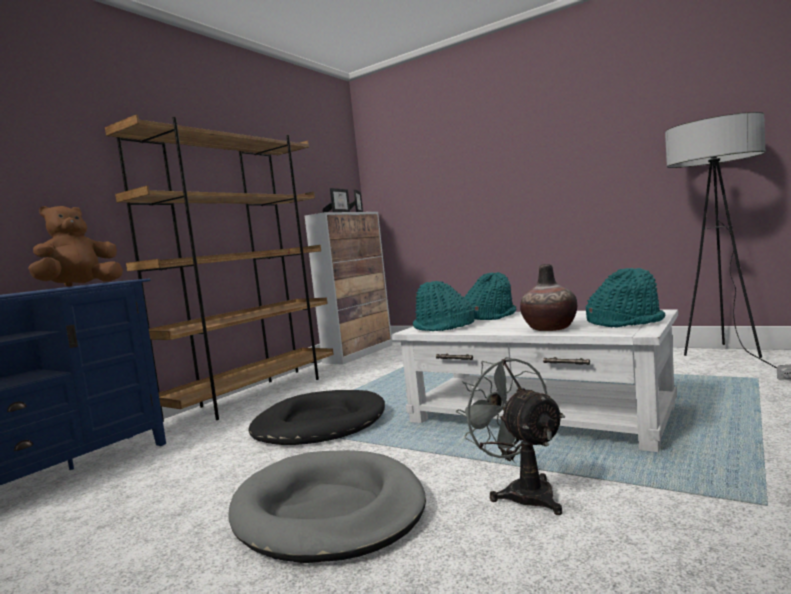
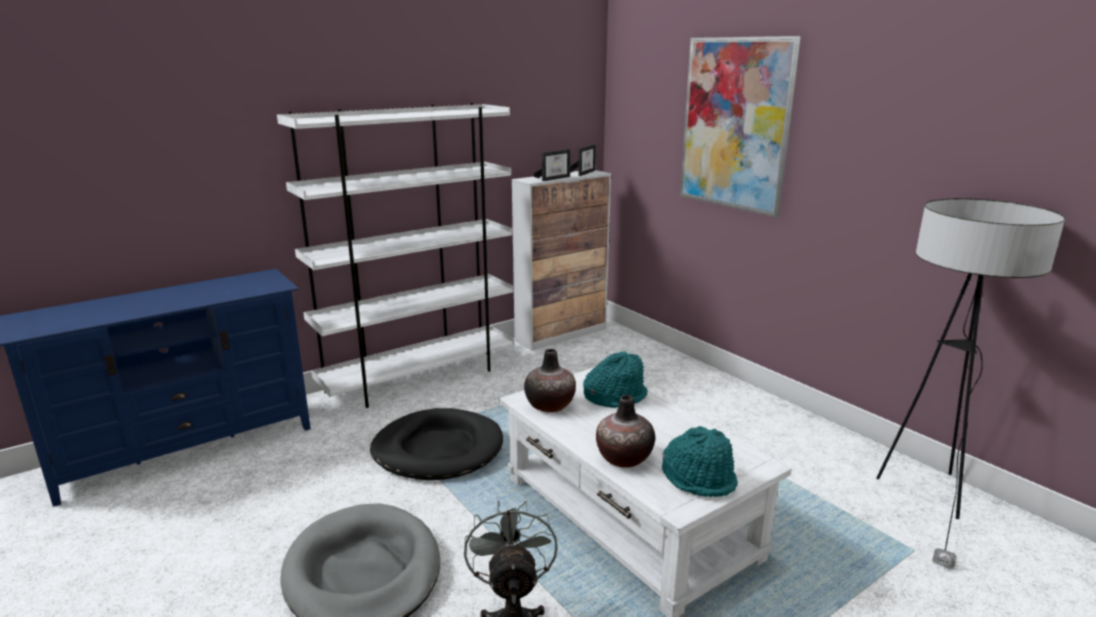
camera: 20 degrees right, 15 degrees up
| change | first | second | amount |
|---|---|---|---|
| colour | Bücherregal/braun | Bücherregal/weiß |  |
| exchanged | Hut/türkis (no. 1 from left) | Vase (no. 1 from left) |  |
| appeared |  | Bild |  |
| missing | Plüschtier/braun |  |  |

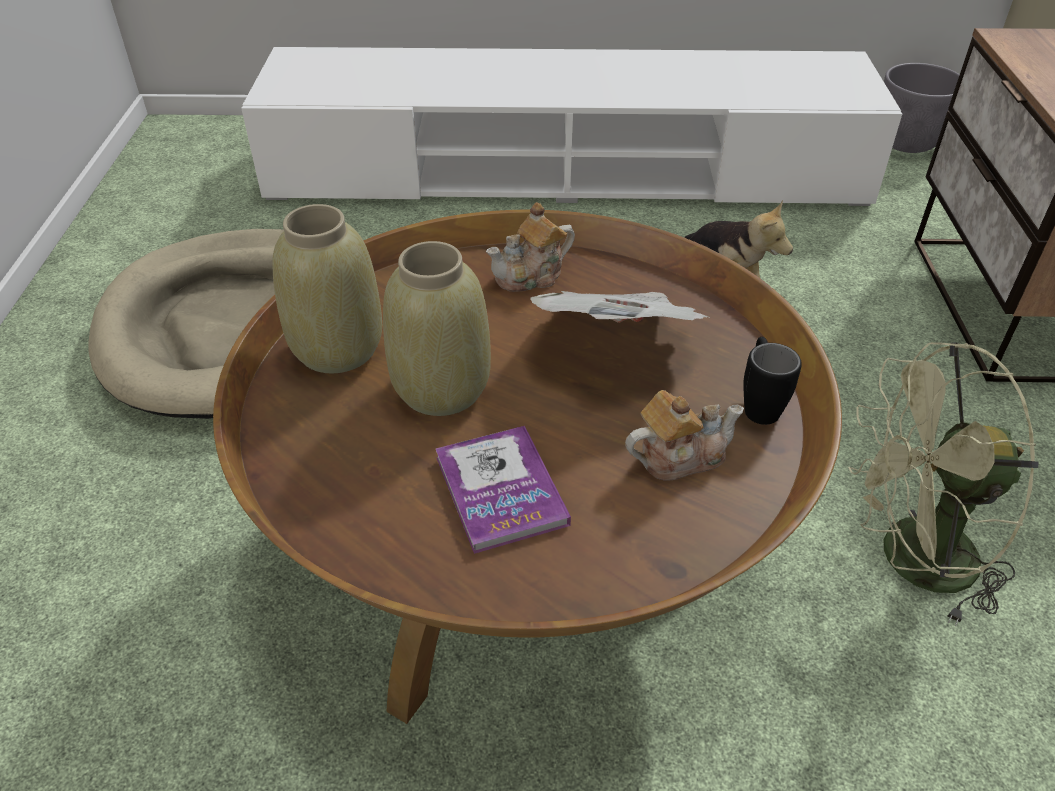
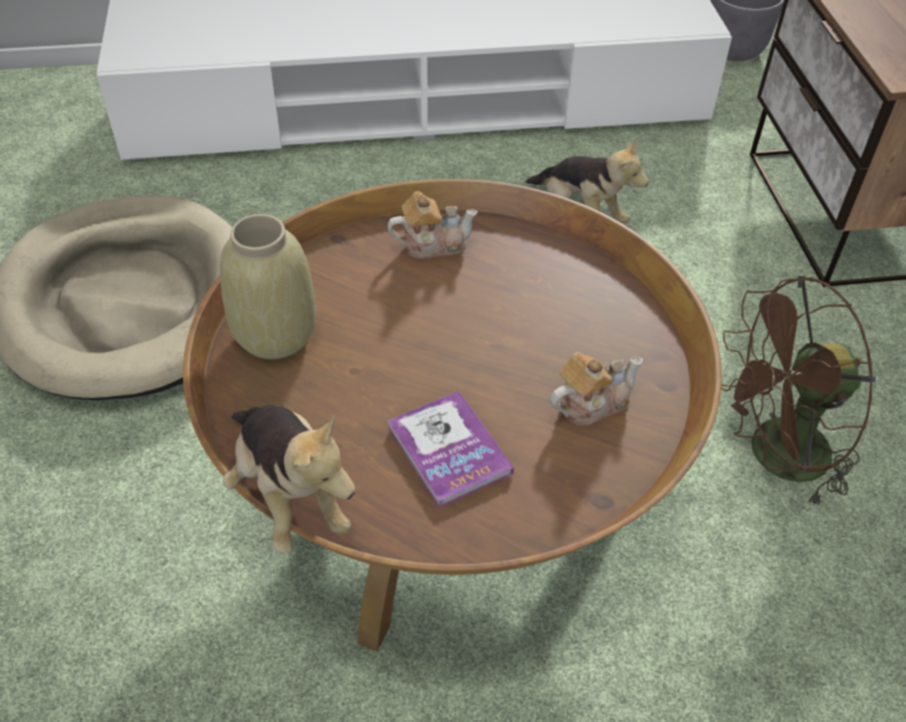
camera: 10 degrees left, 5 degrees up
| change | first | second | amount |
|---|---|---|---|
| appeared |  | Plüschtier (no. 1 from left) |  |
| spun | Teekanne (no. 1 from left) |  | 150 degrees counterclockwise |
| colour | Ventilator/grün | Ventilator/braun |  |
| missing | Vase/beige (no. 2 from left) |  |  |
| missing | Zeitung |  |  |
| missing | Henkelbecher/schwarz |  |  |

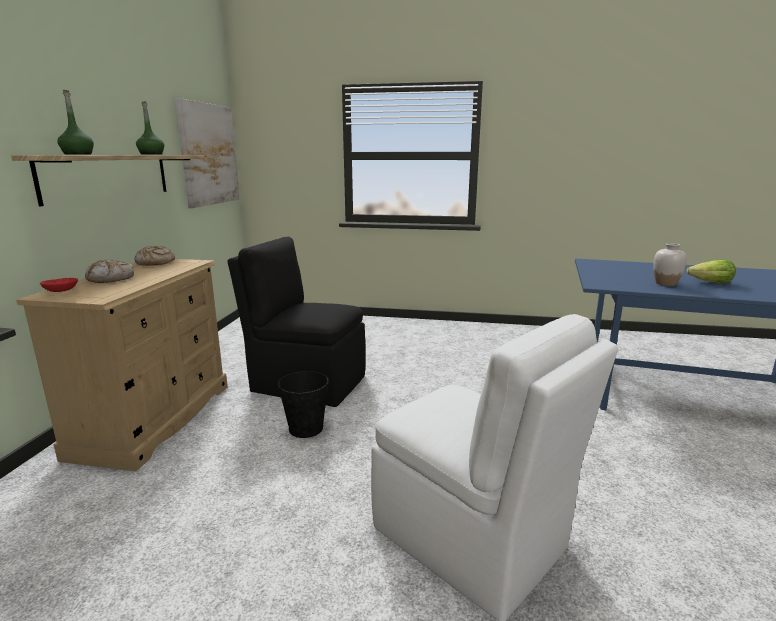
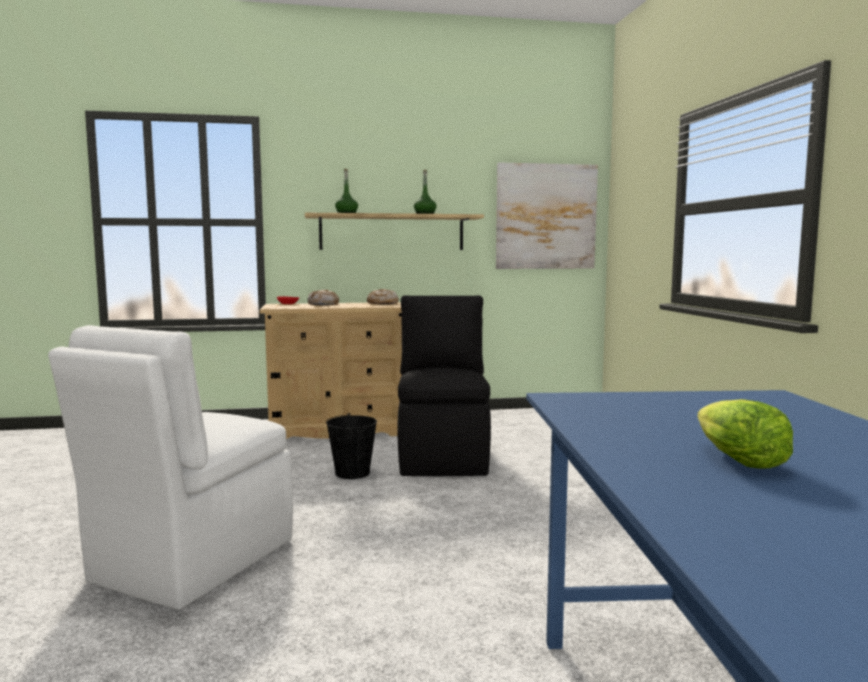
camera: 70 degrees right, 10 degrees down
| change | first | second | amount |
|---|---|---|---|
| missing | Vase/weiß |  |  |

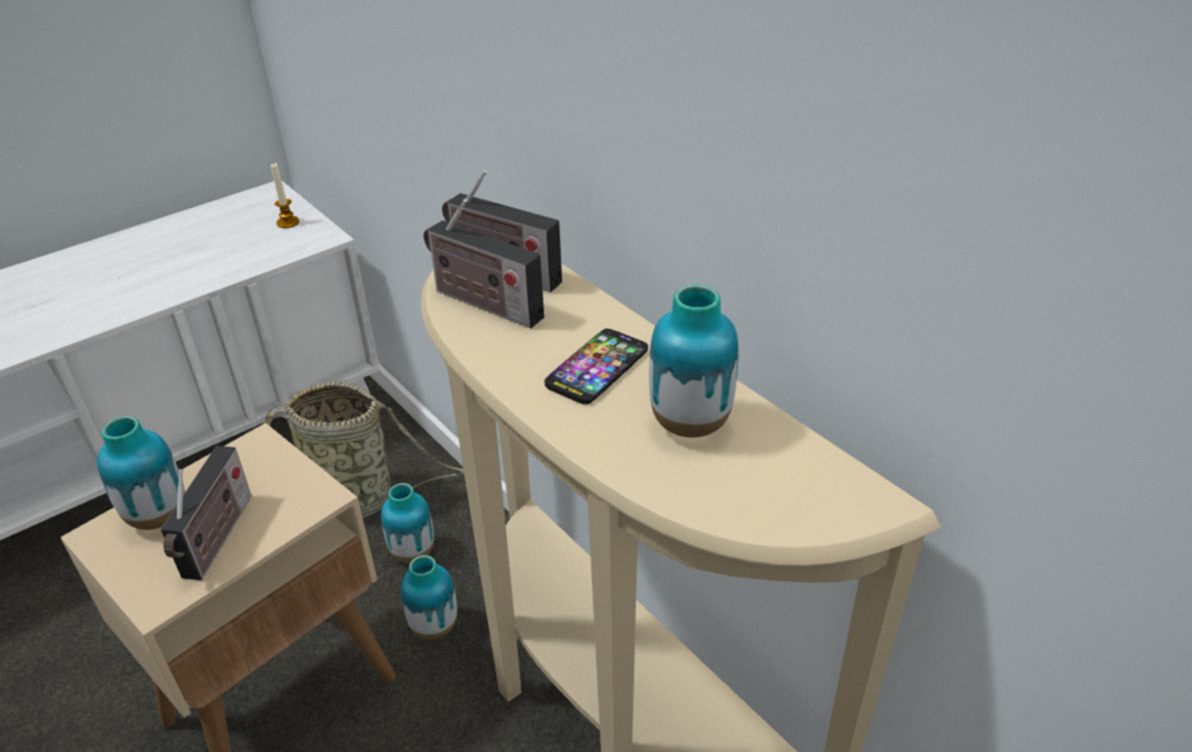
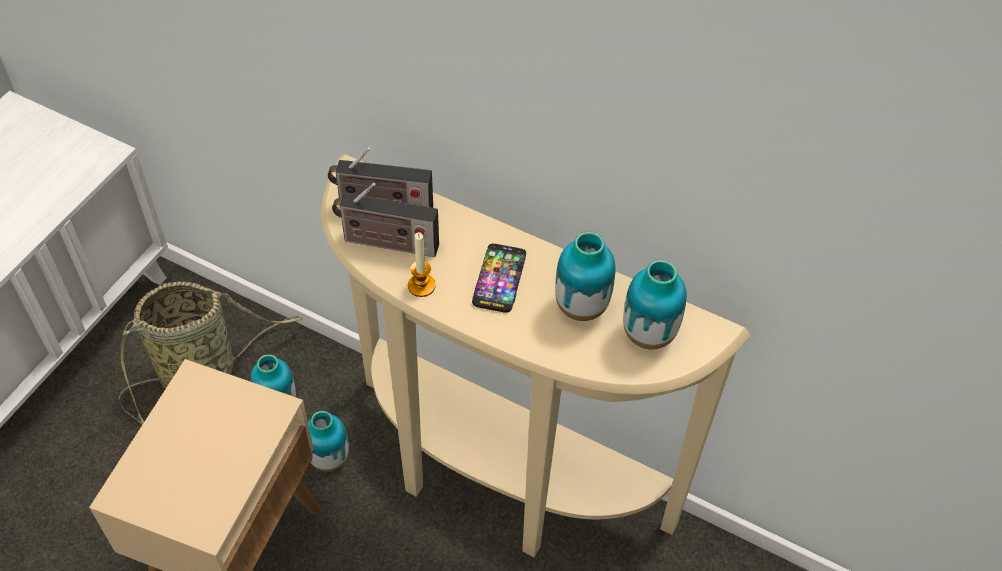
camera: 25 degrees left, 15 degrees up
| change | first | second | amount |
|---|---|---|---|
| relocated | Kerze |  |  |
| relocated | Vase (no. 1 from left in the first image) | Vase (no. 4 from left) |  |
| missing | Radio (no. 1 from left) |  |  |

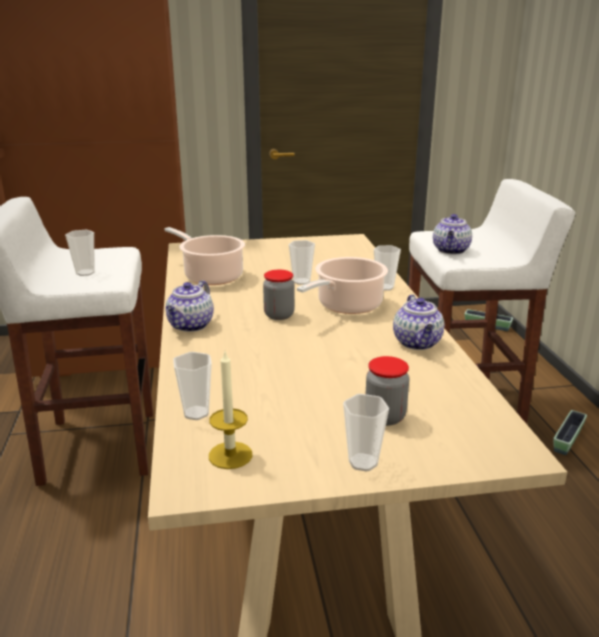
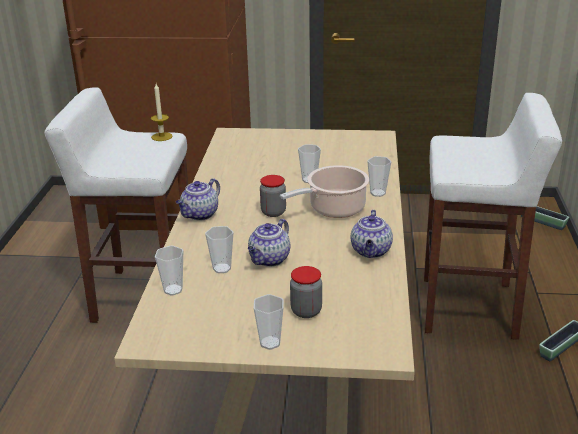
camera: 15 degrees right, 5 degrees up
| change | first | second | amount |
|---|---|---|---|
| relocated | Kerze |  |  |
| relocated | Tasse (no. 1 from left in the first image) | Tasse (no. 2 from left) |  |
| relocated | Teekanne (no. 3 from left in the first image) | Teekanne (no. 2 from left) |  |
| missing | Kochtopf (no. 1 from left) |  |  |

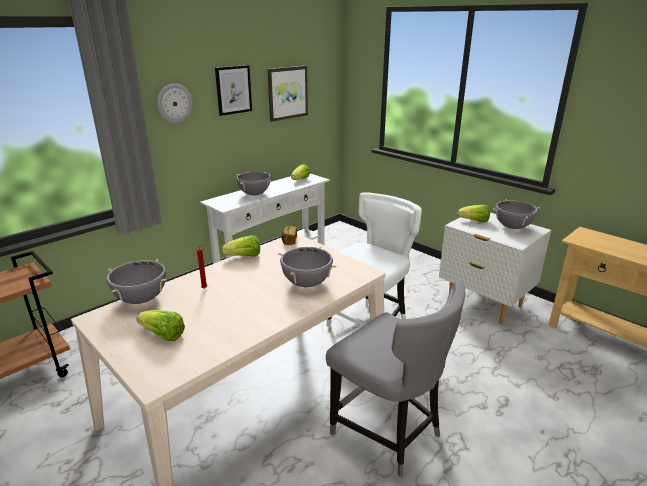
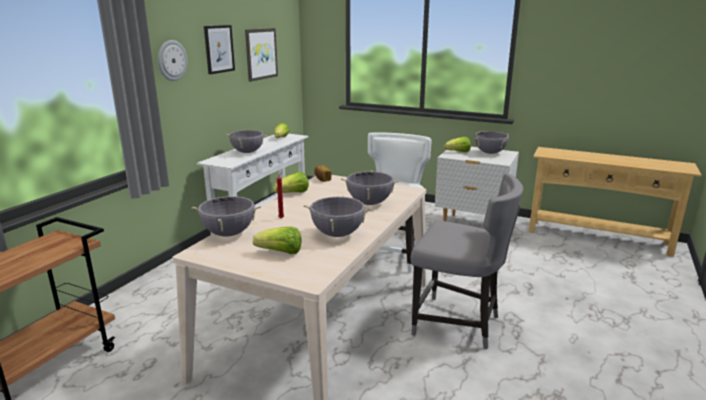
camera: 20 degrees left, 5 degrees down
| change | first | second | amount |
|---|---|---|---|
| appeared |  | Kochtopf/grau (no. 3 from left) |  |

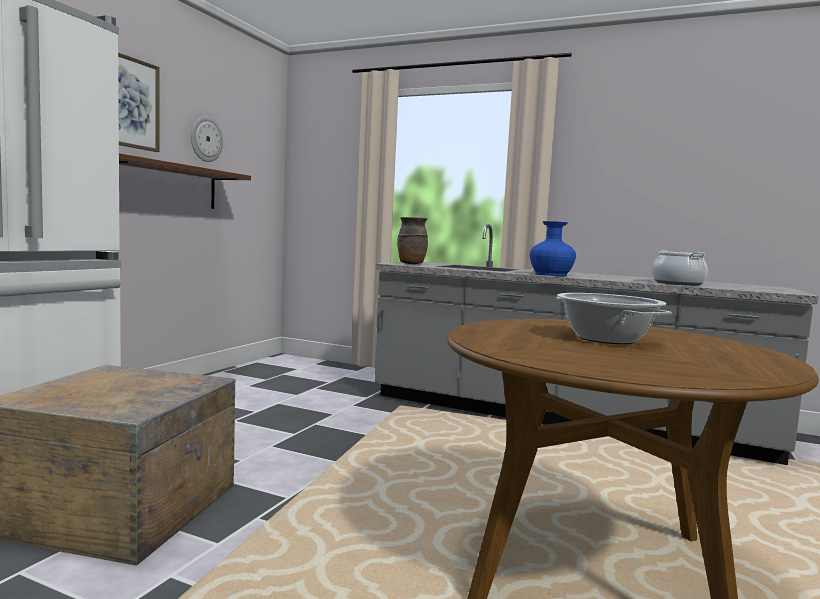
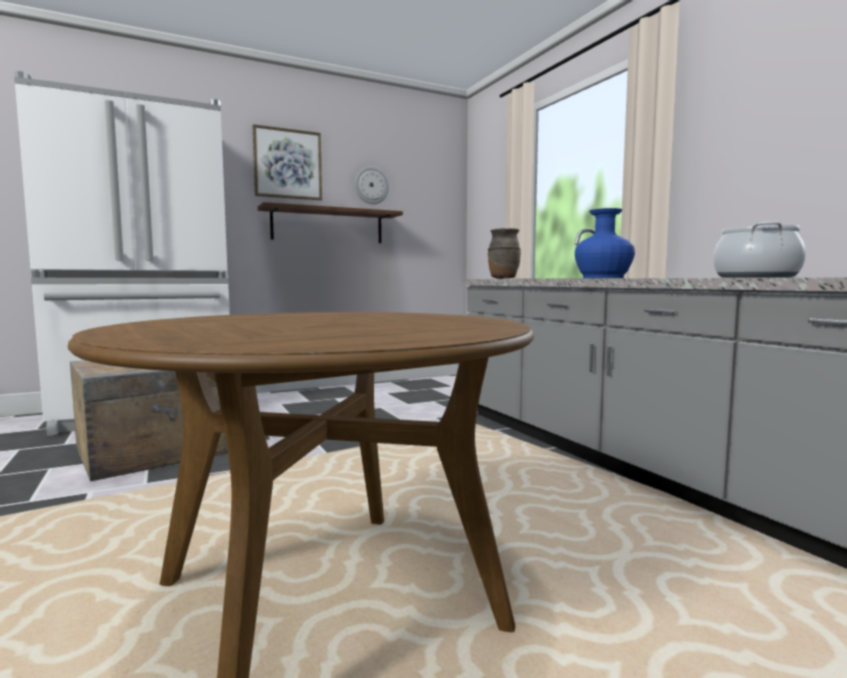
camera: 40 degrees right, 0 degrees up
| change | first | second | amount |
|---|---|---|---|
| missing | Kochtopf (no. 1 from left) |  |  |

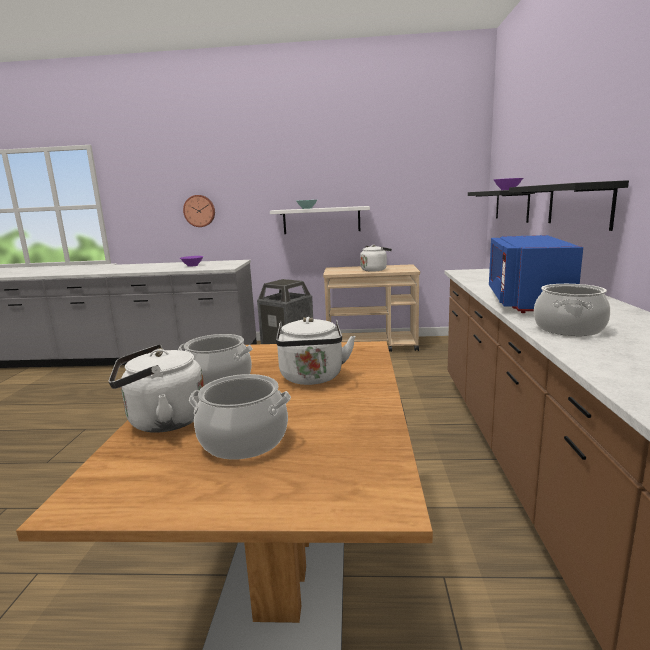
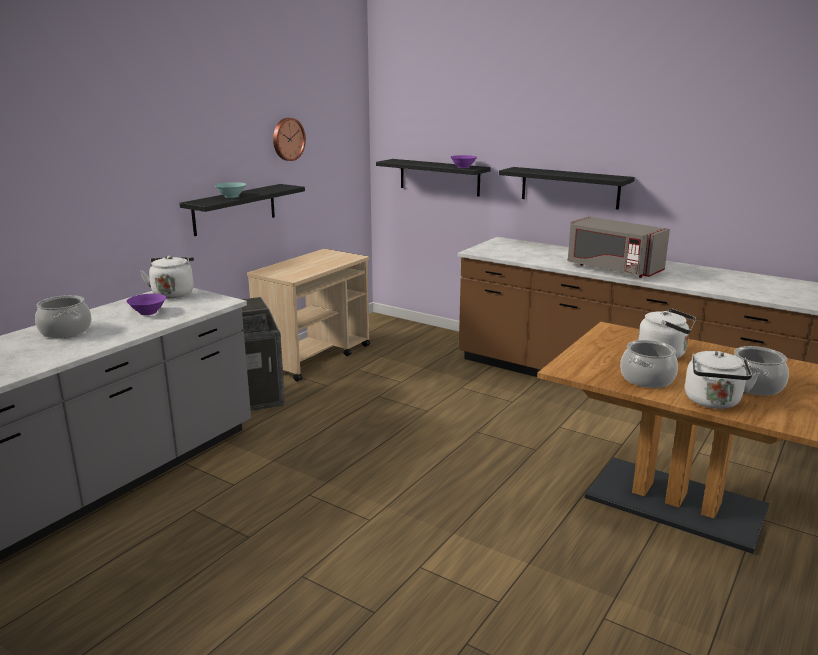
camera: 60 degrees left, 5 degrees up
| change | first | second | amount |
|---|---|---|---|
| relocated | Kochtopf (no. 3 from left in the first image) | Kochtopf (no. 1 from left) |  |
| relocated | Wasserkessel/weiß (no. 3 from left in the first image) | Wasserkessel/weiß (no. 1 from left) |  |
| colour | Wandregal/weiß | Wandregal/schwarz (no. 1 from left) |  |
| relocated | Wanduhr |  |  |
| colour | Mikrowelle/blau | Mikrowelle/grau |  |

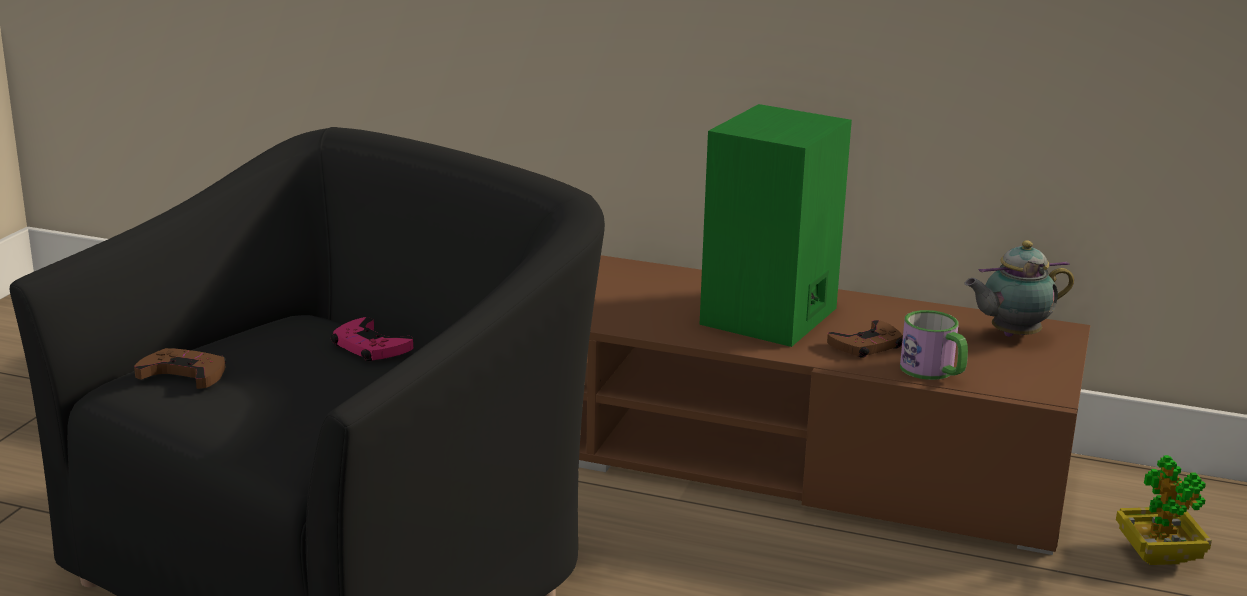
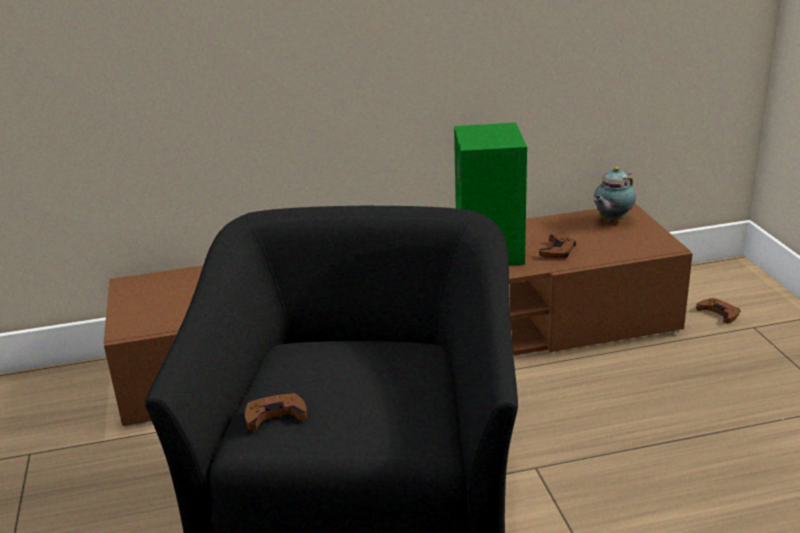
camera: 30 degrees left, 5 degrees up
| change | first | second | amount |
|---|---|---|---|
| exchanged | Topfpflanze | Gamepad/braun (no. 3 from left) |  |
| missing | Gamepad/rosa |  |  |
| missing | Henkelbecher |  |  |

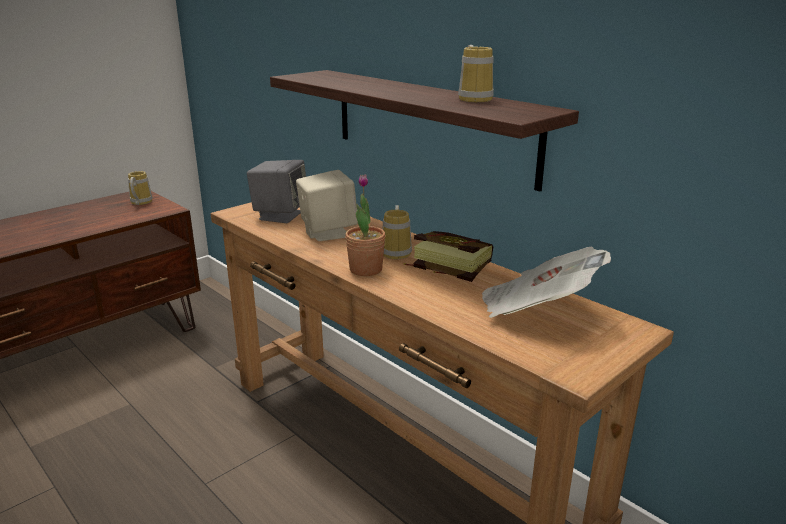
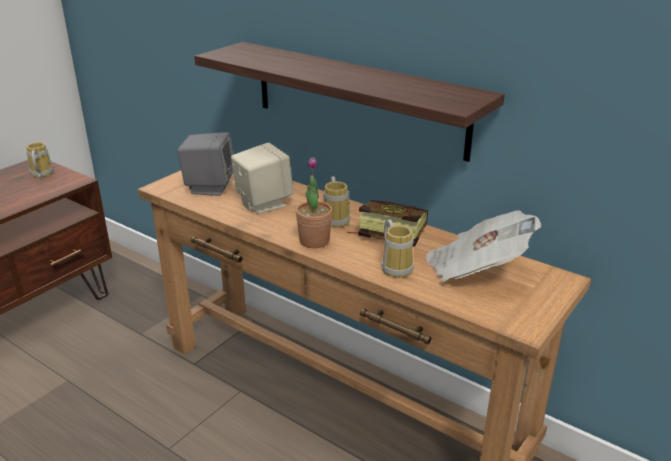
camera: 10 degrees left, 5 degrees up
| change | first | second | amount |
|---|---|---|---|
| relocated | Henkelbecher (no. 3 from left) |  |  |

